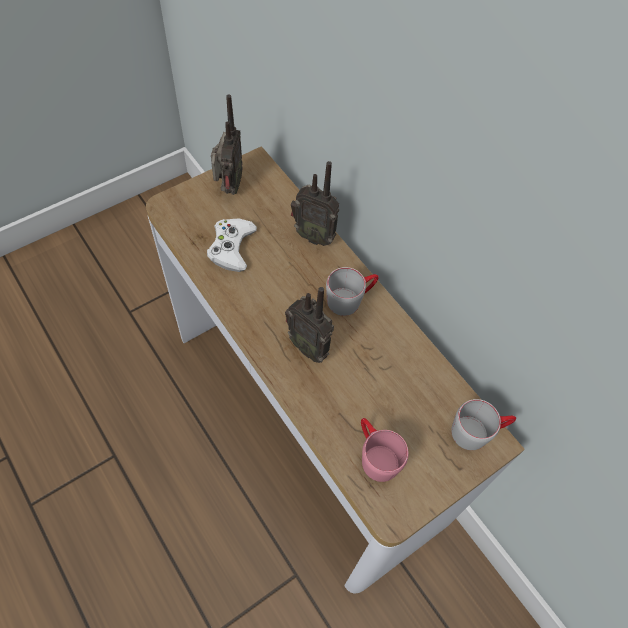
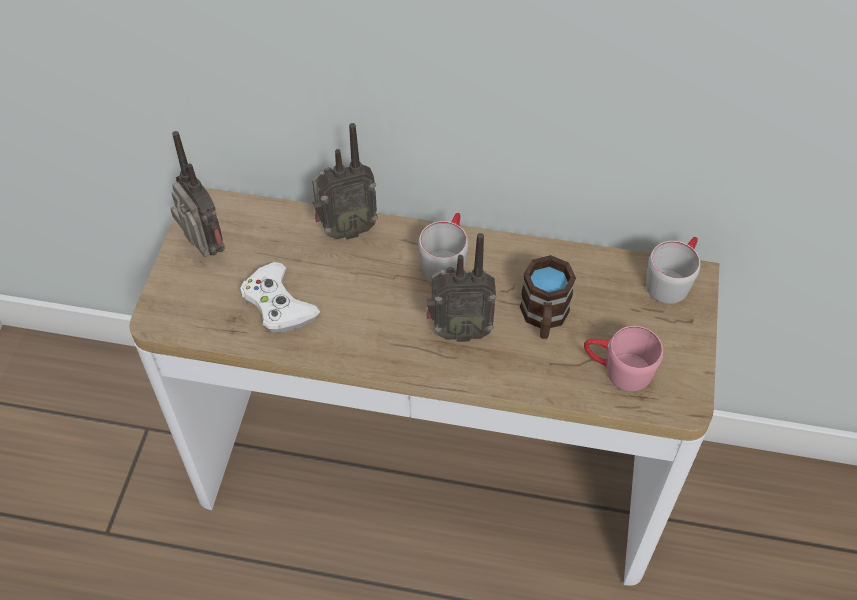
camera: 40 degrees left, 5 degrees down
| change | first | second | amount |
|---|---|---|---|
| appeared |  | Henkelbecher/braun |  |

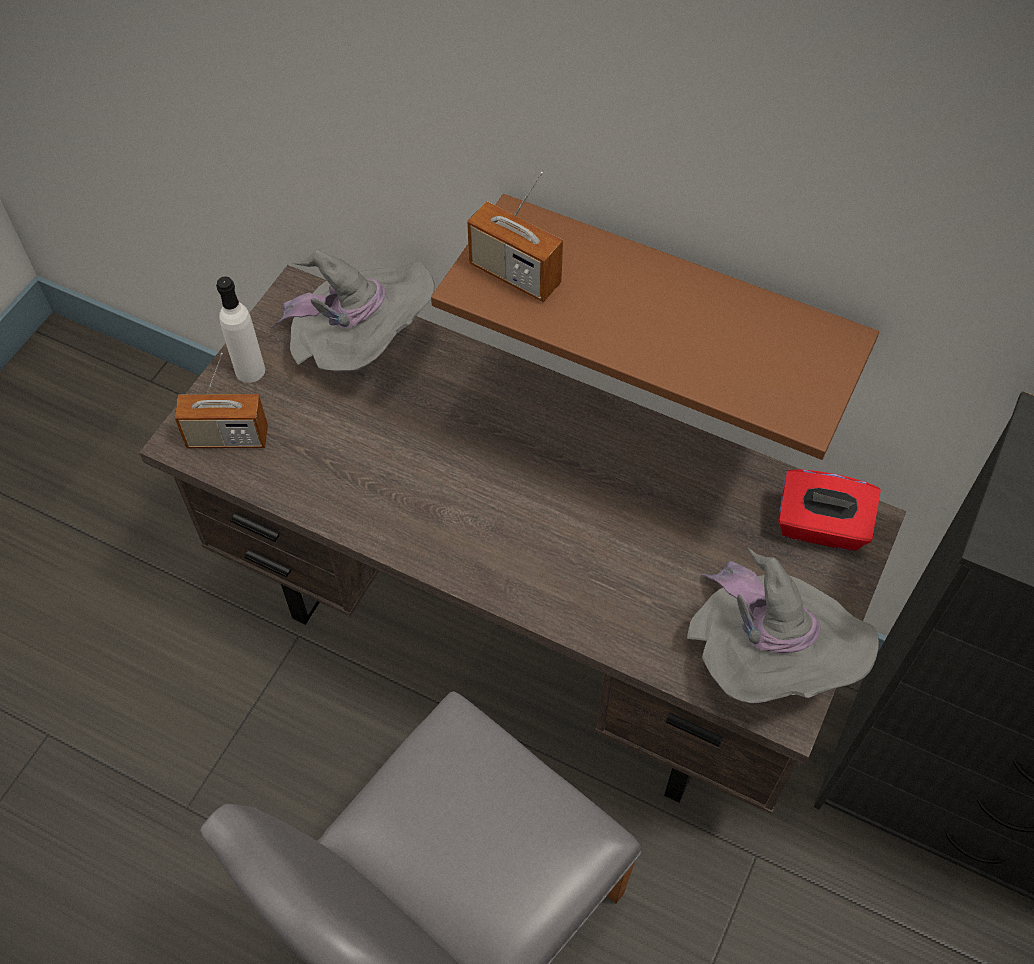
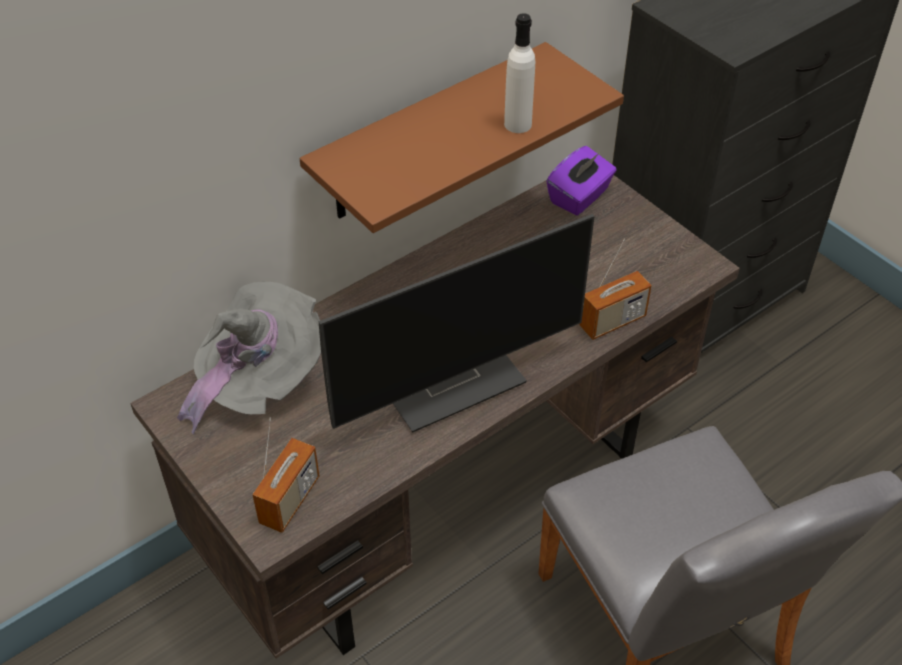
camera: 65 degrees left, 10 degrees down
| change | first | second | amount |
|---|---|---|---|
| appeared |  | Monitor |  |
| relocated | Flasche/weiß |  |  |
| colour | Taschentuchbox/rot | Taschentuchbox/lila |  |
| relocated | Radio (no. 2 from left) |  |  |
| missing | Hut/grau (no. 2 from left) |  |  |

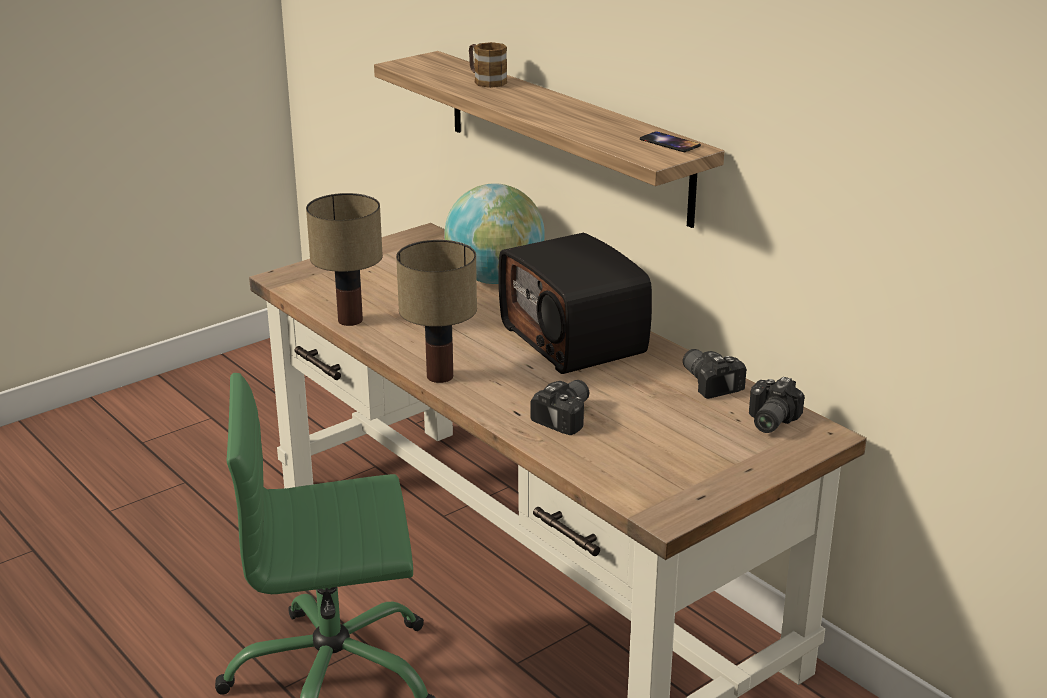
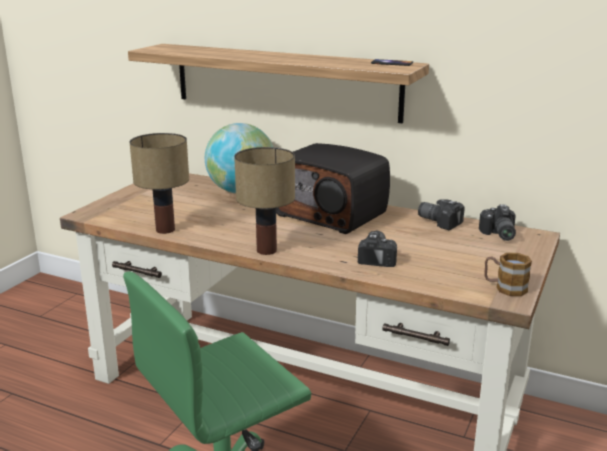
camera: 25 degrees left, 5 degrees down
| change | first | second | amount |
|---|---|---|---|
| relocated | Henkelbecher |  |  |

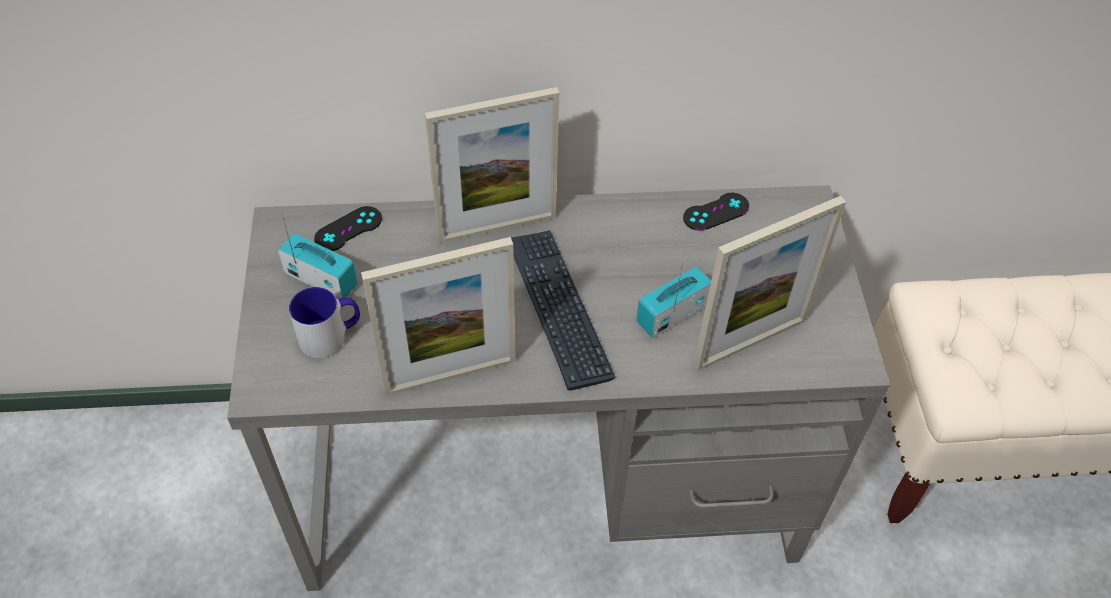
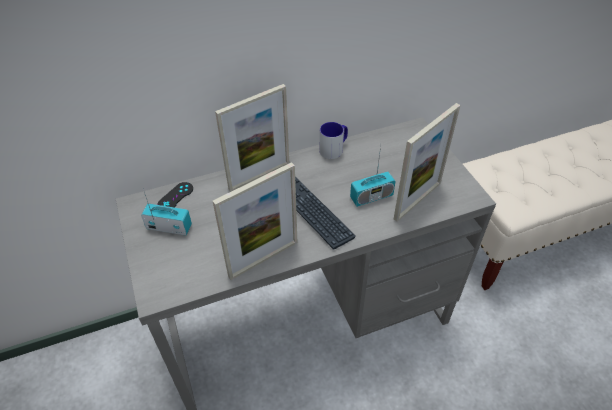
camera: 15 degrees left, 5 degrees down
| change | first | second | amount |
|---|---|---|---|
| relocated | Henkelbecher |  |  |
| spun | Radio (no. 2 from left) |  | 150 degrees counterclockwise |
| missing | Gamepad/schwarz (no. 2 from left) |  |  |

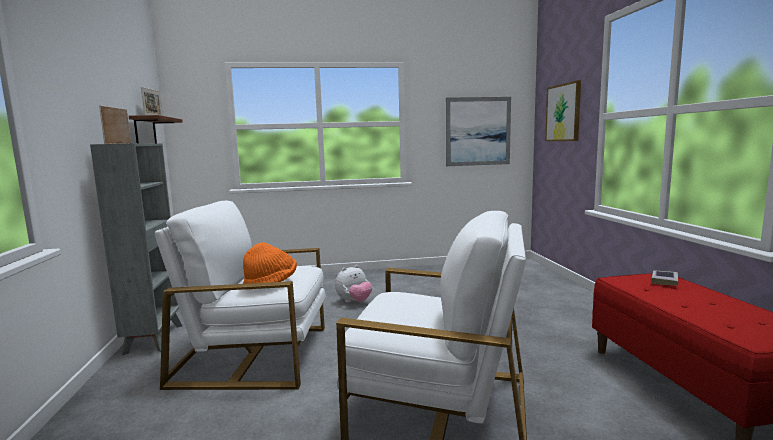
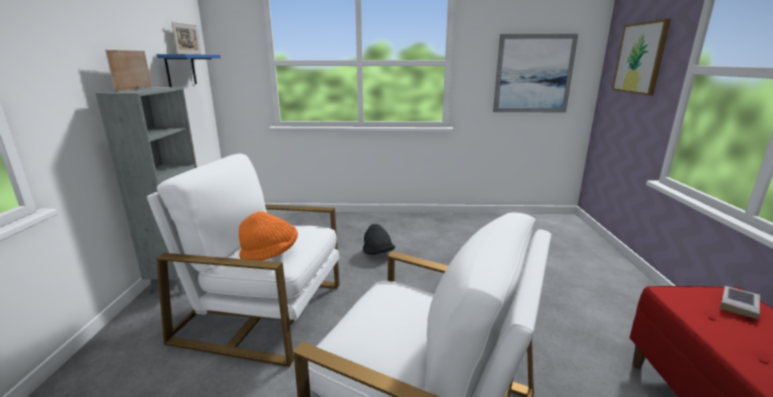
camera: 10 degrees right, 10 degrees up
| change | first | second | amount |
|---|---|---|---|
| colour | Wandregal/braun | Wandregal/blau |  |
| exchanged | Plüschtier | Hut/schwarz |  |

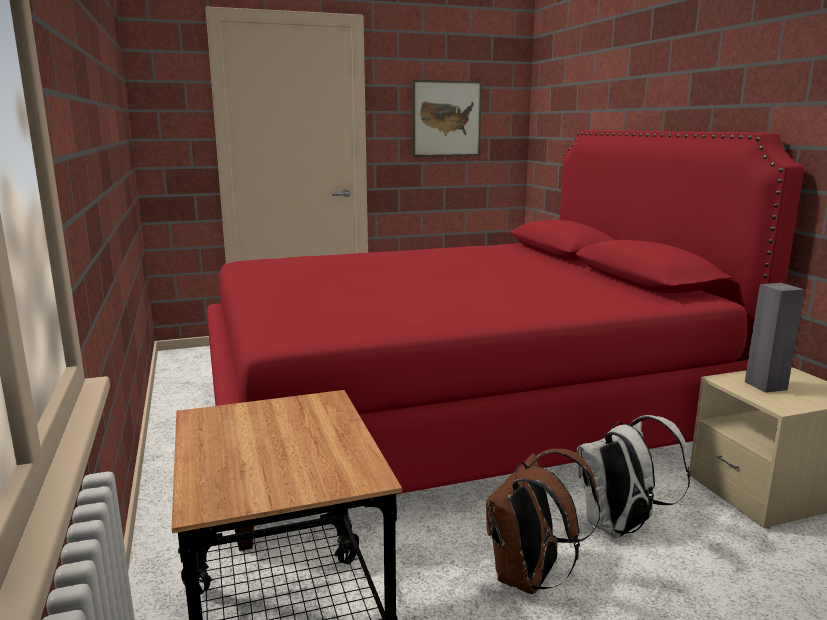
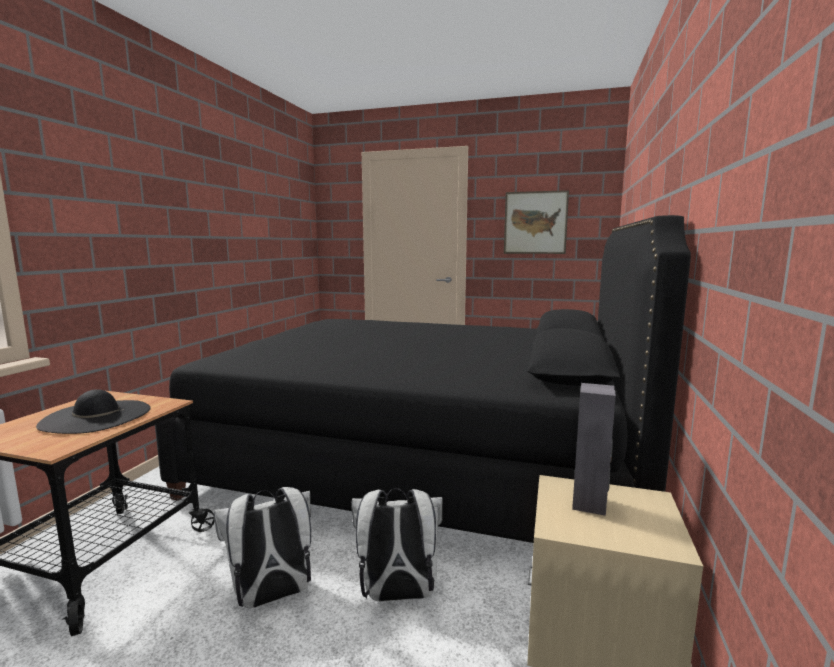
camera: 35 degrees right, 5 degrees down
| change | first | second | amount |
|---|---|---|---|
| appeared |  | Hut/schwarz |  |
| colour | Bett/rot | Bett/schwarz |  |
| colour | Rucksack/braun | Rucksack/weiß (no. 1 from left) |  |

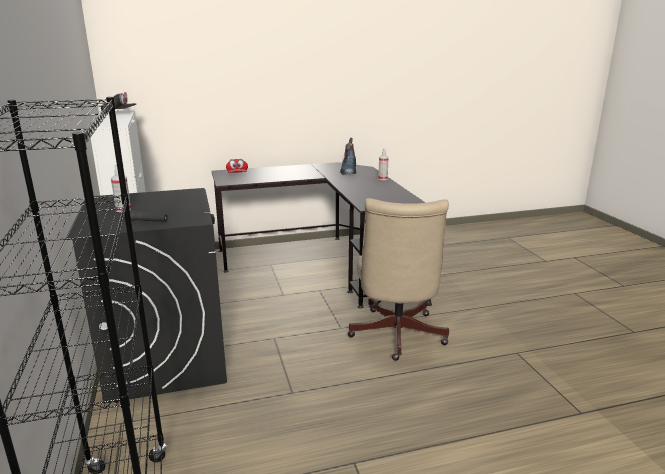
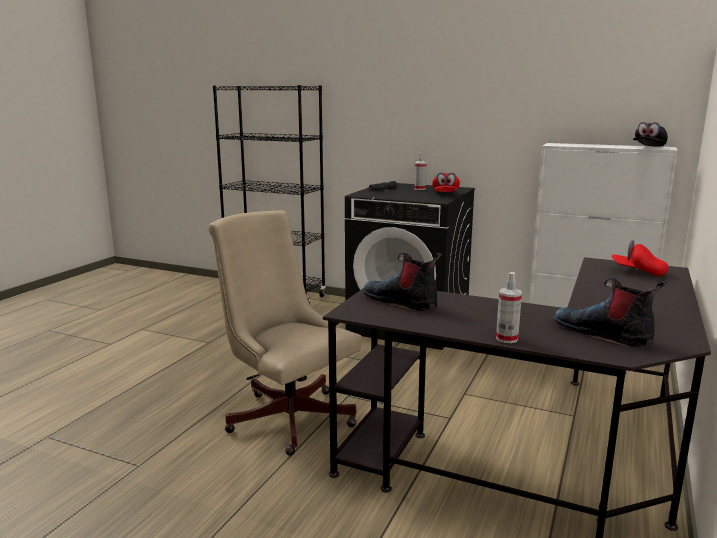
camera: 130 degrees right, 5 degrees down
| change | first | second | amount |
|---|---|---|---|
| appeared |  | Stiefel (no. 1 from left) |  |
| appeared |  | Kappe/rot (no. 1 from left) |  |

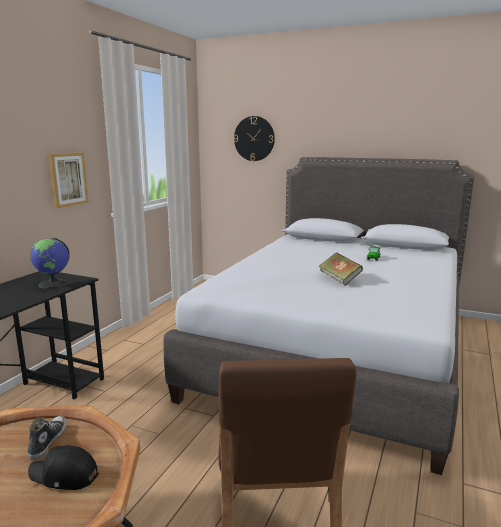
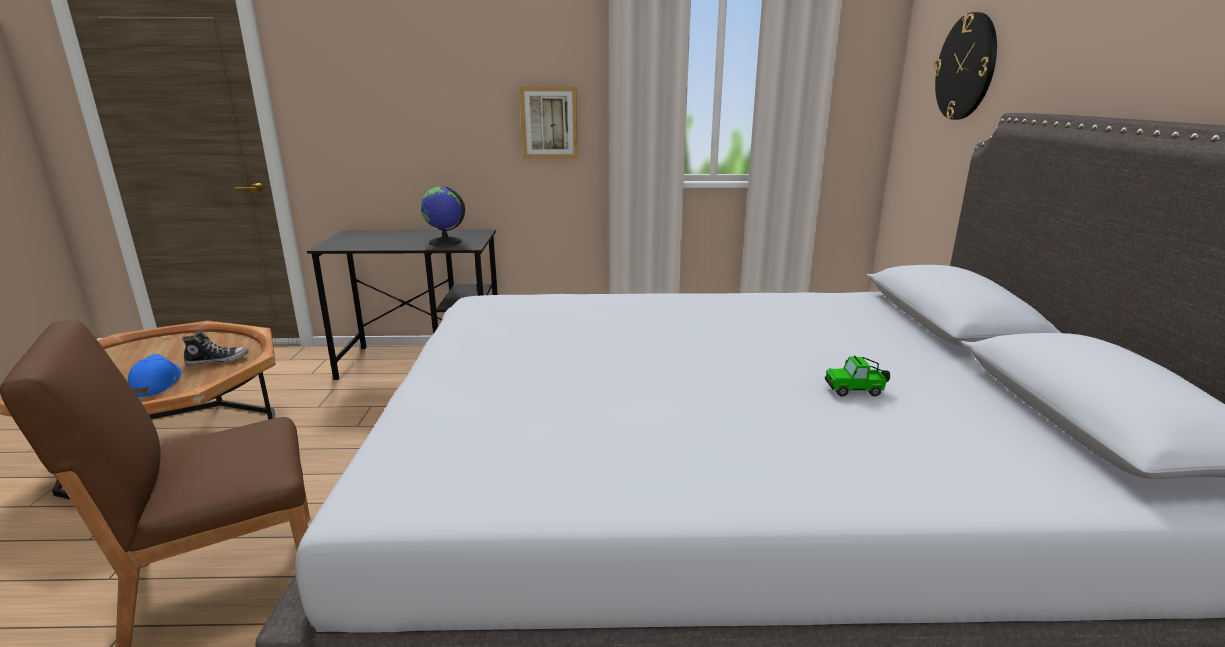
camera: 65 degrees right, 5 degrees up
| change | first | second | amount |
|---|---|---|---|
| colour | Kappe/schwarz | Kappe/blau |  |
| missing | Buch |  |  |

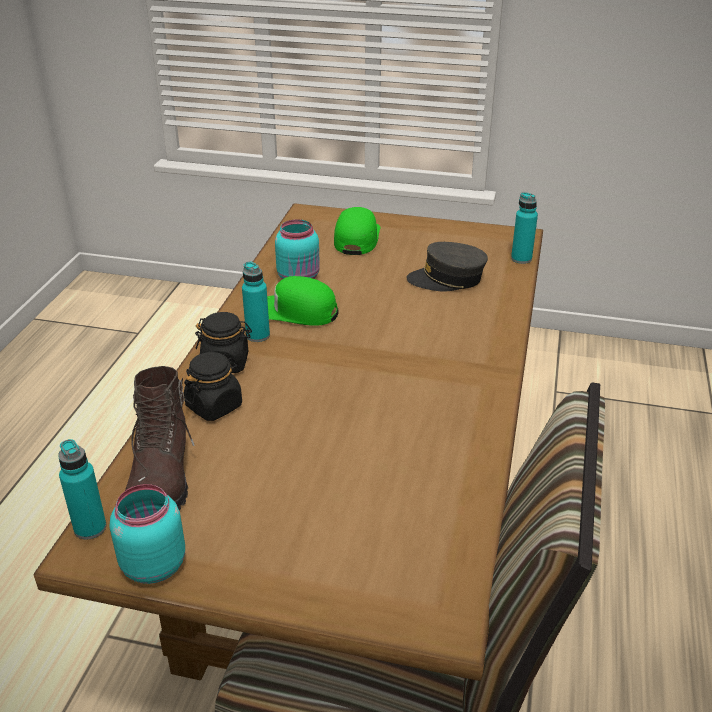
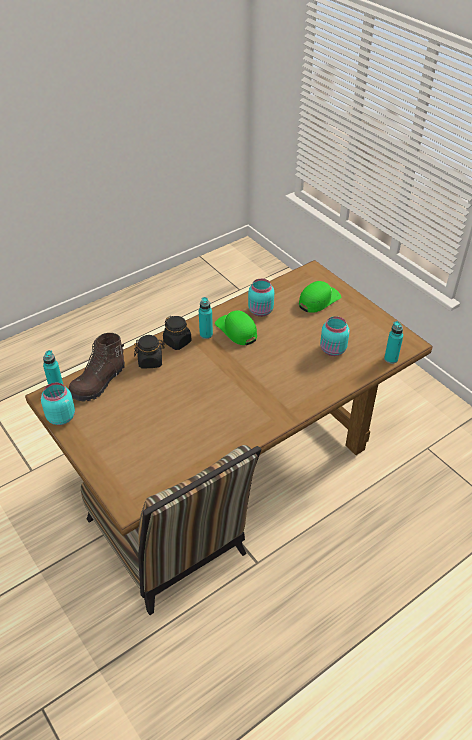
camera: 40 degrees right, 10 degrees up
| change | first | second | amount |
|---|---|---|---|
| exchanged | Kappe/grau | Vorratsglas/türkis (no. 3 from left) |  |

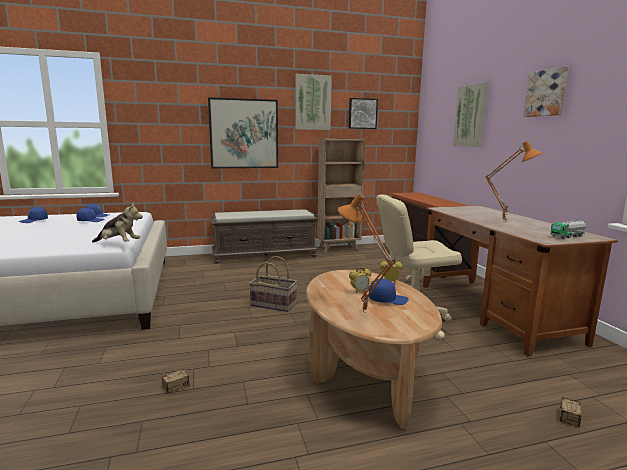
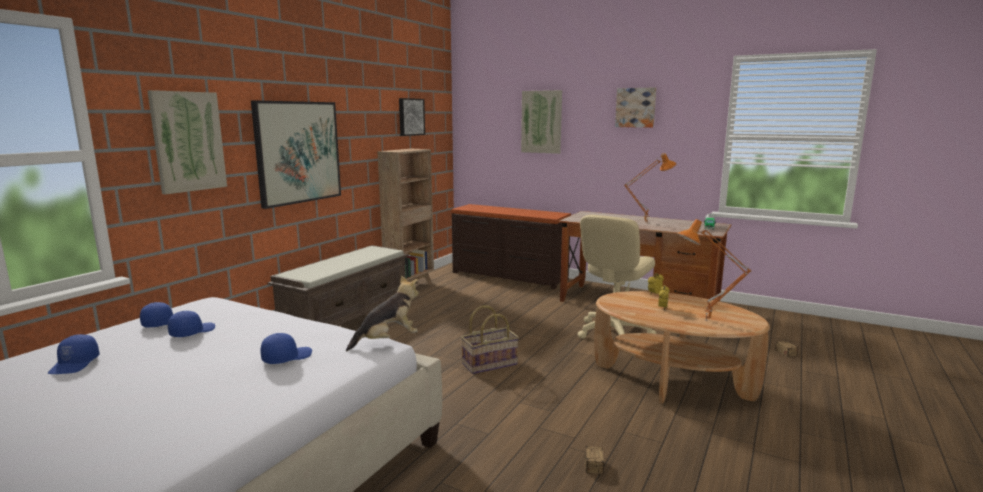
camera: 45 degrees left, 0 degrees up
| change | first | second | amount |
|---|---|---|---|
| relocated | Bild (no. 2 from left in the first image) | Bild (no. 1 from left) |  |
| relocated | Kappe/blau (no. 4 from left) |  |  |

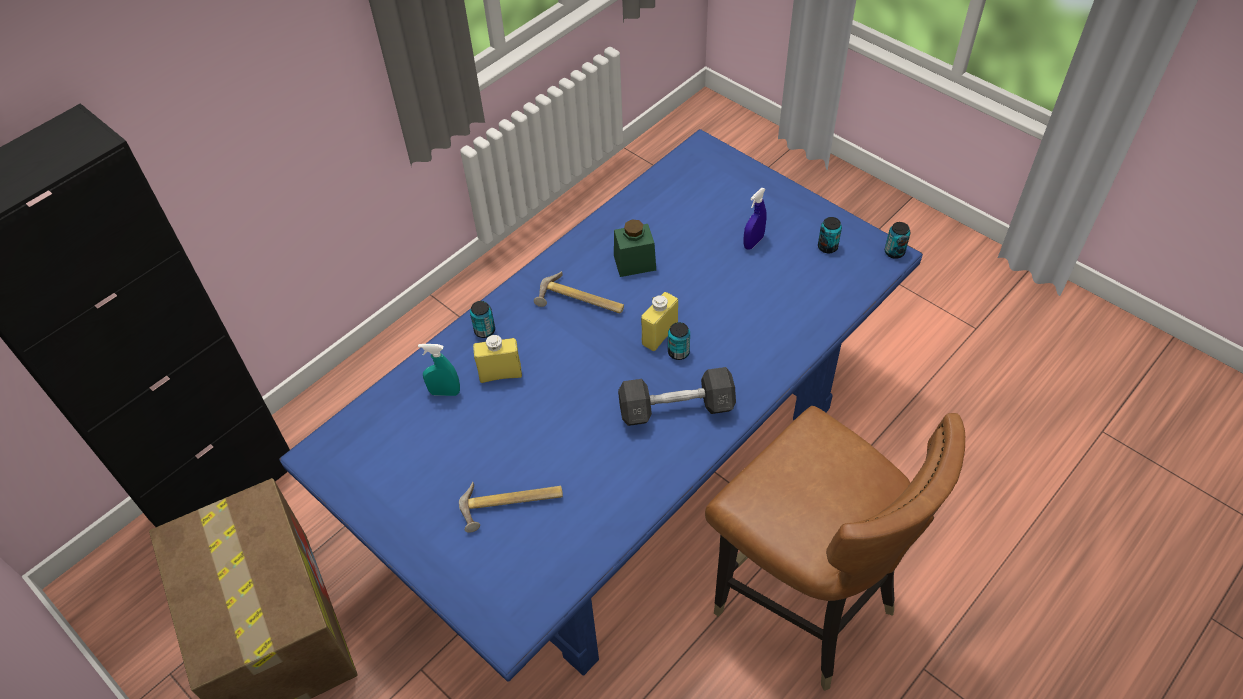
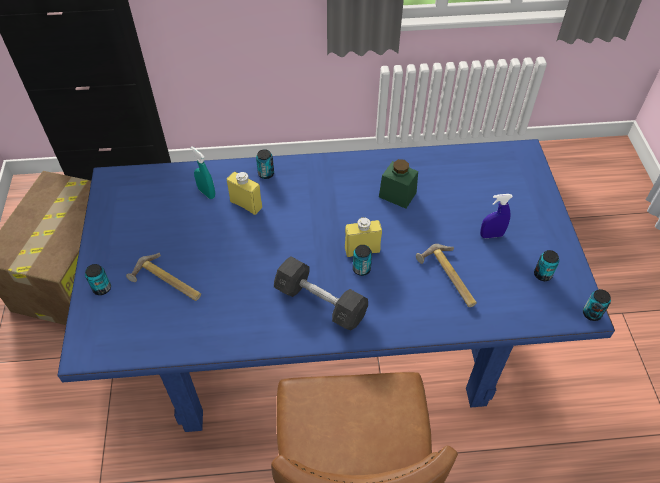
camera: 40 degrees right, 0 degrees up
| change | first | second | amount |
|---|---|---|---|
| appeared |  | Dose (no. 1 from left) |  |
| relocated | Hammer (no. 2 from left) |  |  |

